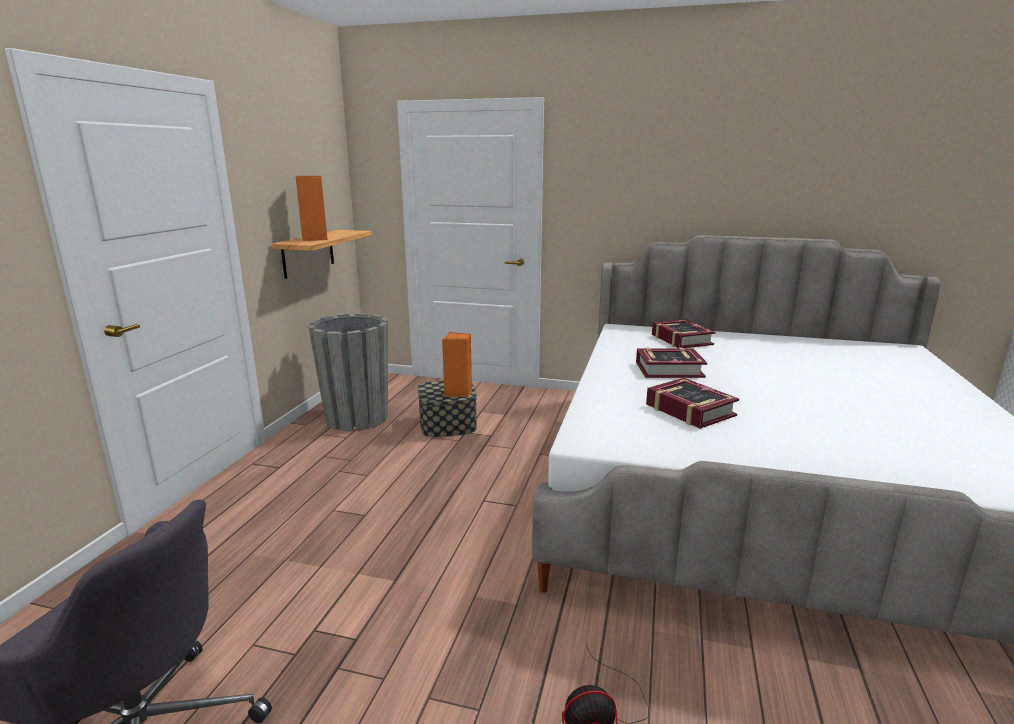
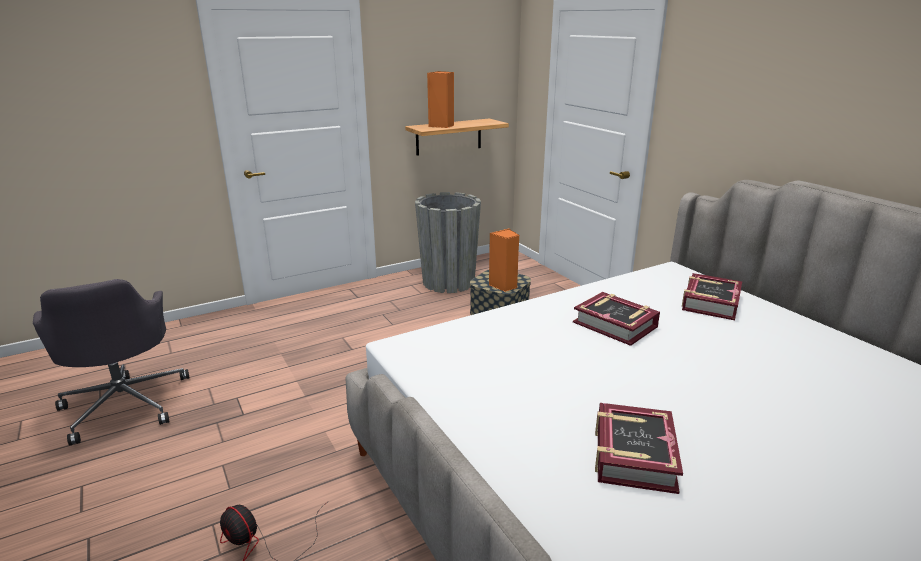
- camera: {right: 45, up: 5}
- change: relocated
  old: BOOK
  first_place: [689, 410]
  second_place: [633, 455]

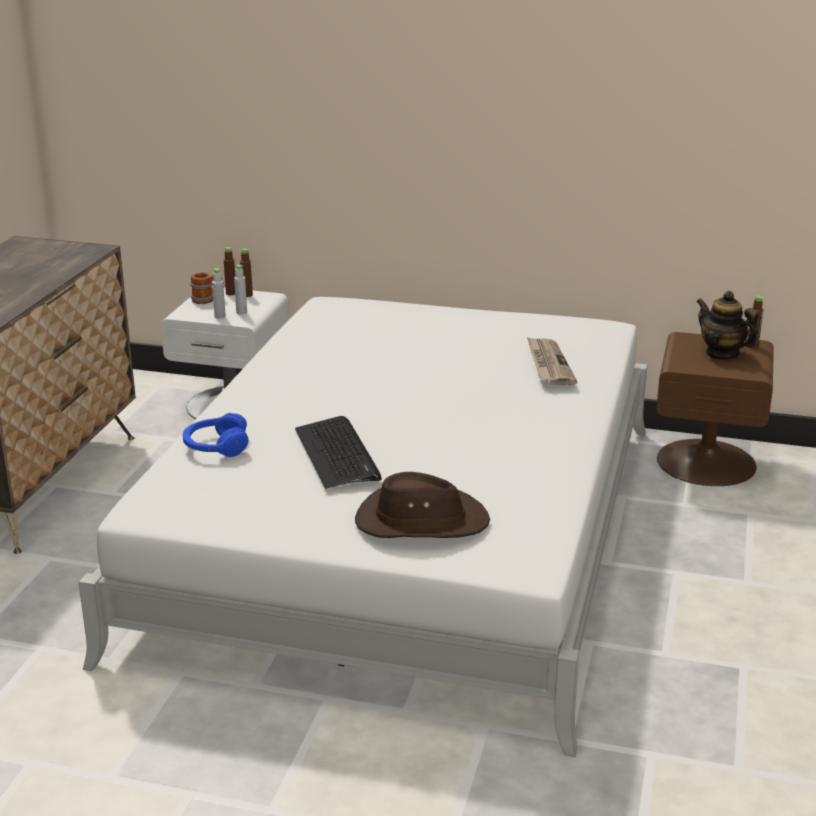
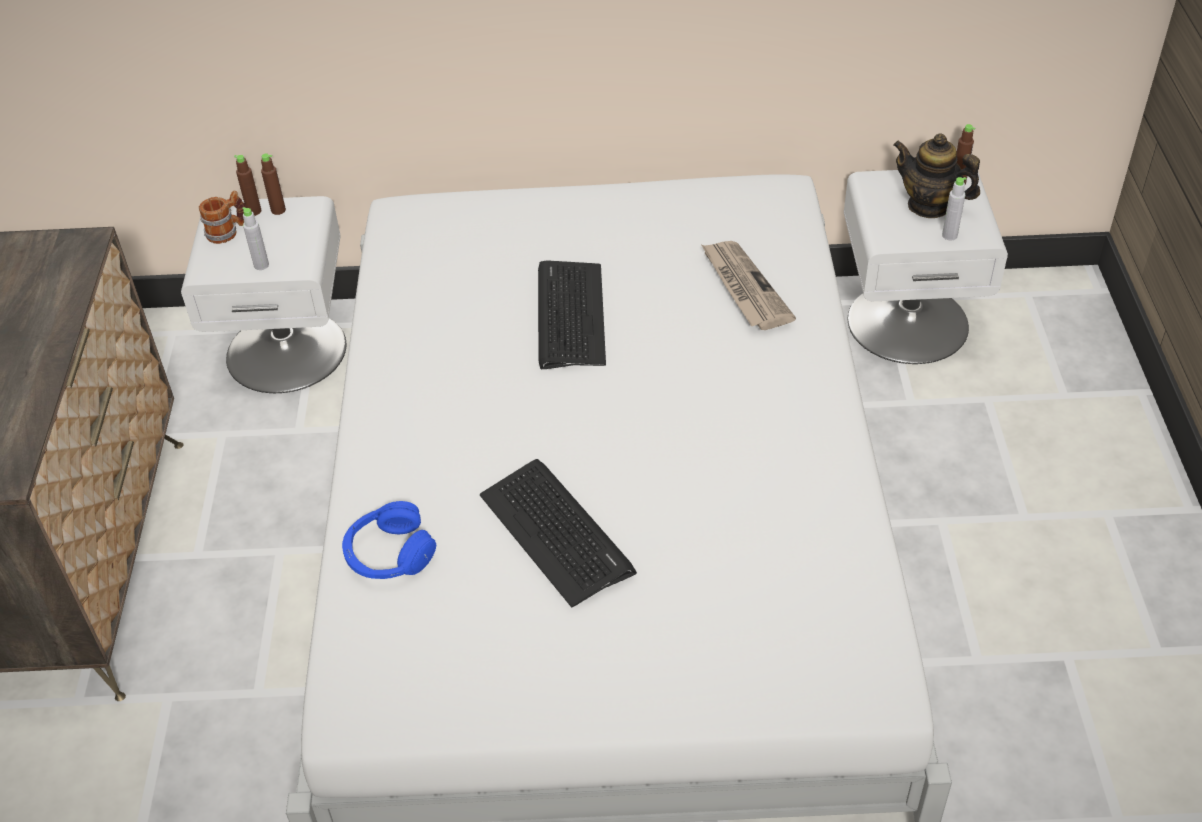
- camera: {right: -15, up: 20}
- change: missing
  old: BROWN HAT
  first_place: [420, 521]
- change: appeared
  new: KEYBOARD
  second_place: [569, 315]
- change: relocated
  old: GREY BOTTLE
  first_place: [241, 312]
  second_place: [949, 235]
- change: colour
  old: BROWN NIGHTSTAND
  new: WHITE NIGHTSTAND
  first_place: [706, 461]
  second_place: [907, 321]

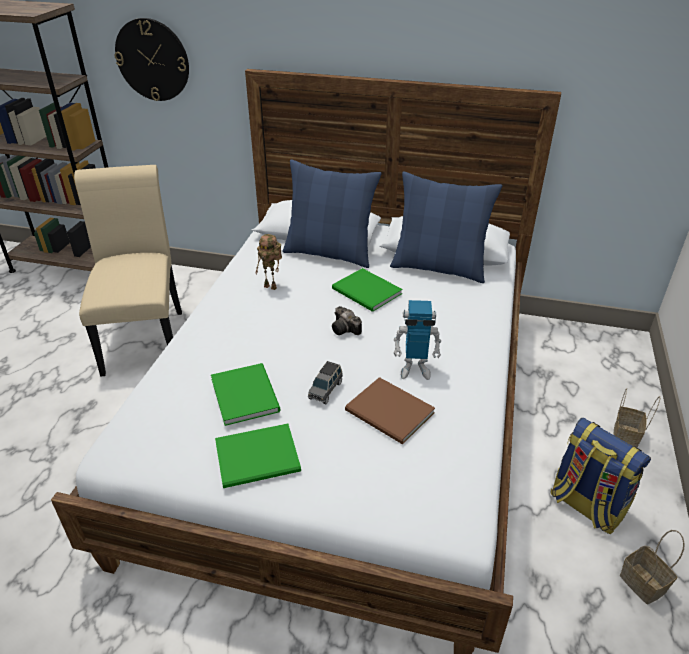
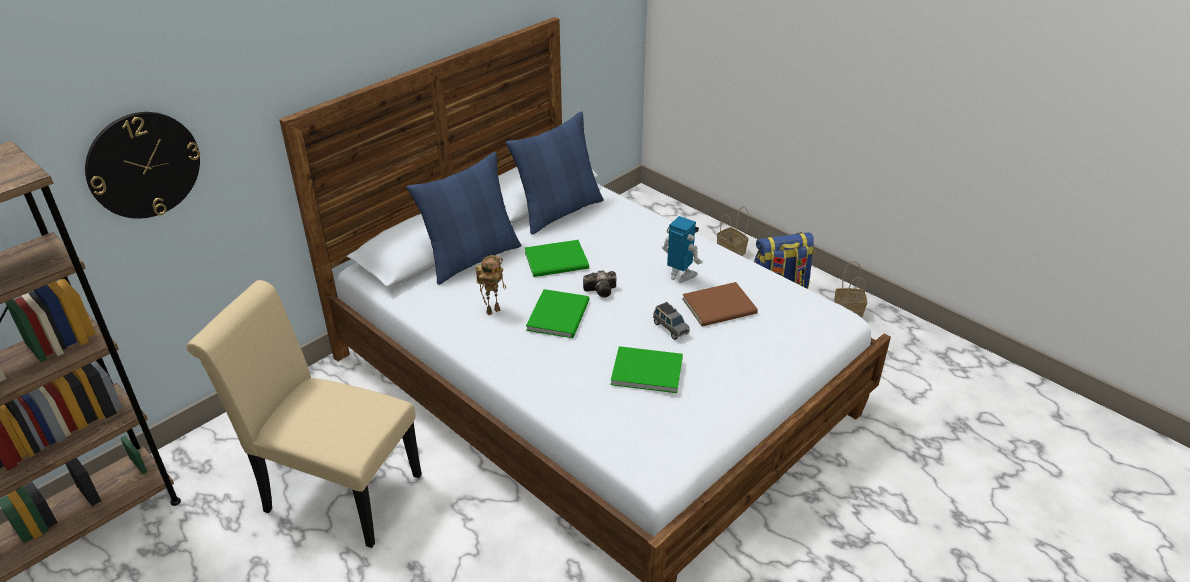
- camera: {right: -60, up: 0}
- change: relocated
  old: GREEN BOOK
  first_place: [260, 458]
  second_place: [560, 314]
- change: spun
  old: TOY ROBOT
  first_place: [415, 369]
  second_place: [680, 276]
  degrees: -90

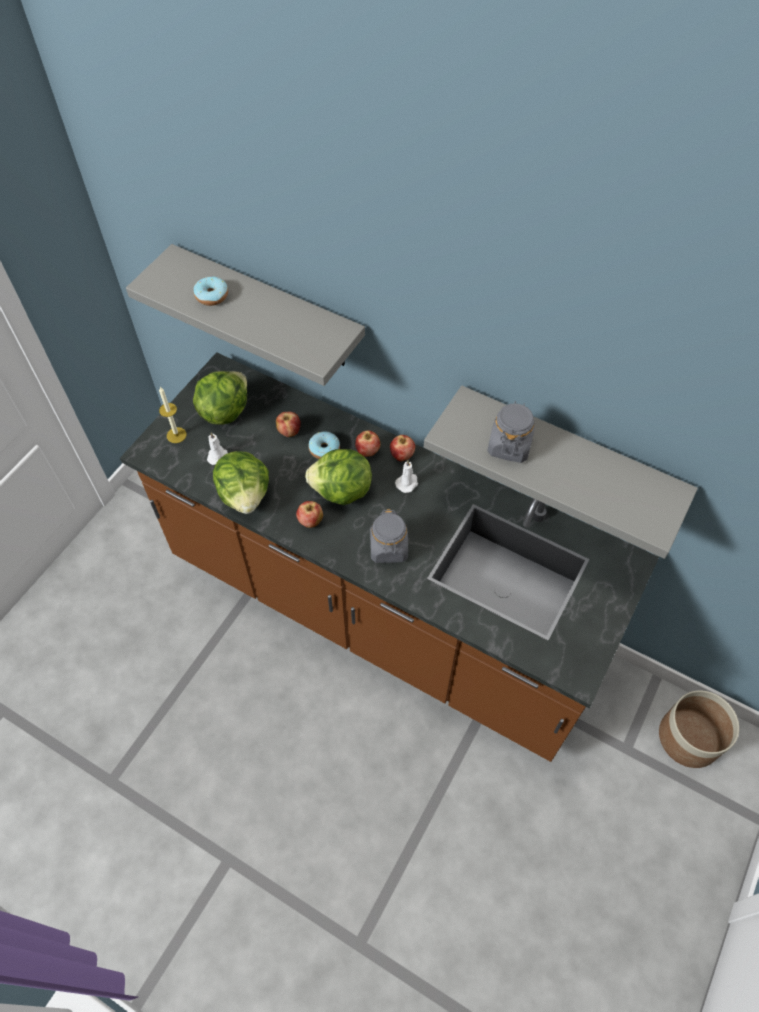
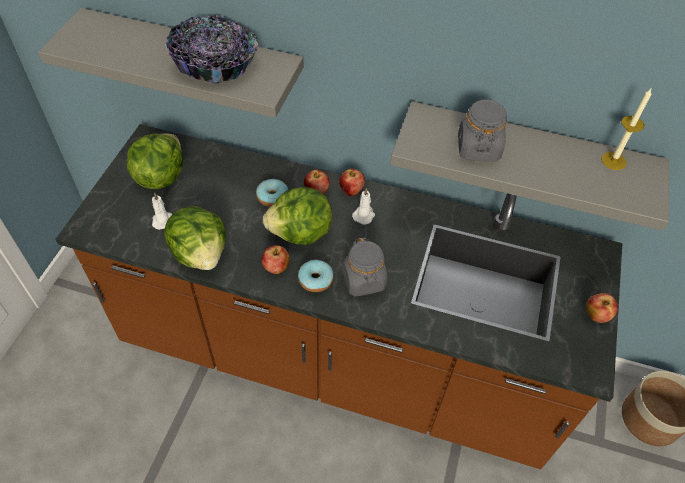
- camera: {right: -15, up: -5}
- change: appeared
  new: BOWL
  second_place: [214, 65]
- change: relocated
  old: CANDLE
  first_place: [176, 435]
  second_place: [613, 161]
- change: relocated
  old: DONUT
  first_place: [212, 296]
  second_place: [315, 280]
- change: relocated
  old: APPLE
  first_place: [289, 431]
  second_place: [596, 315]

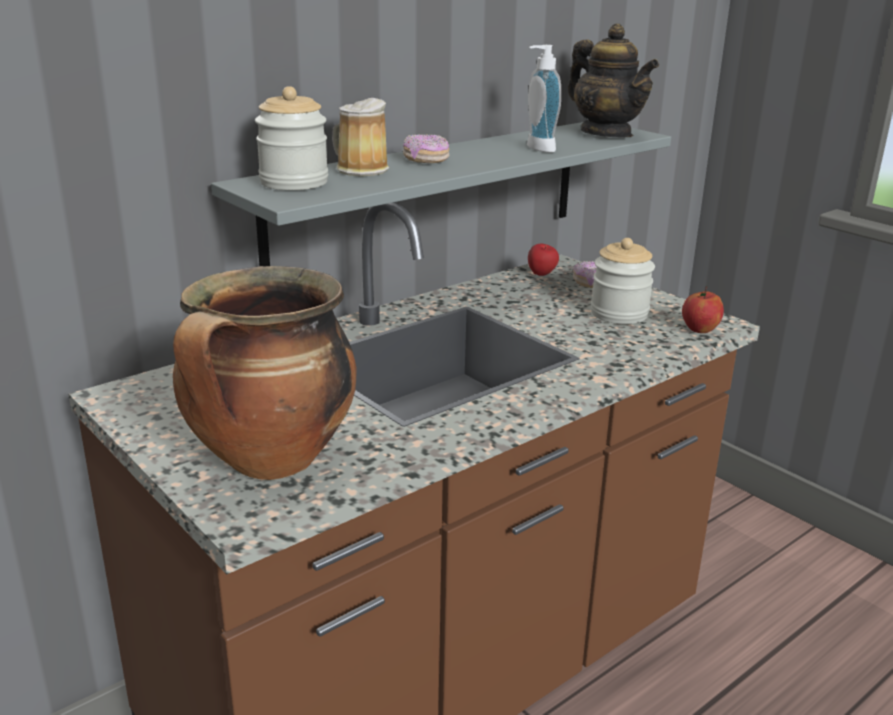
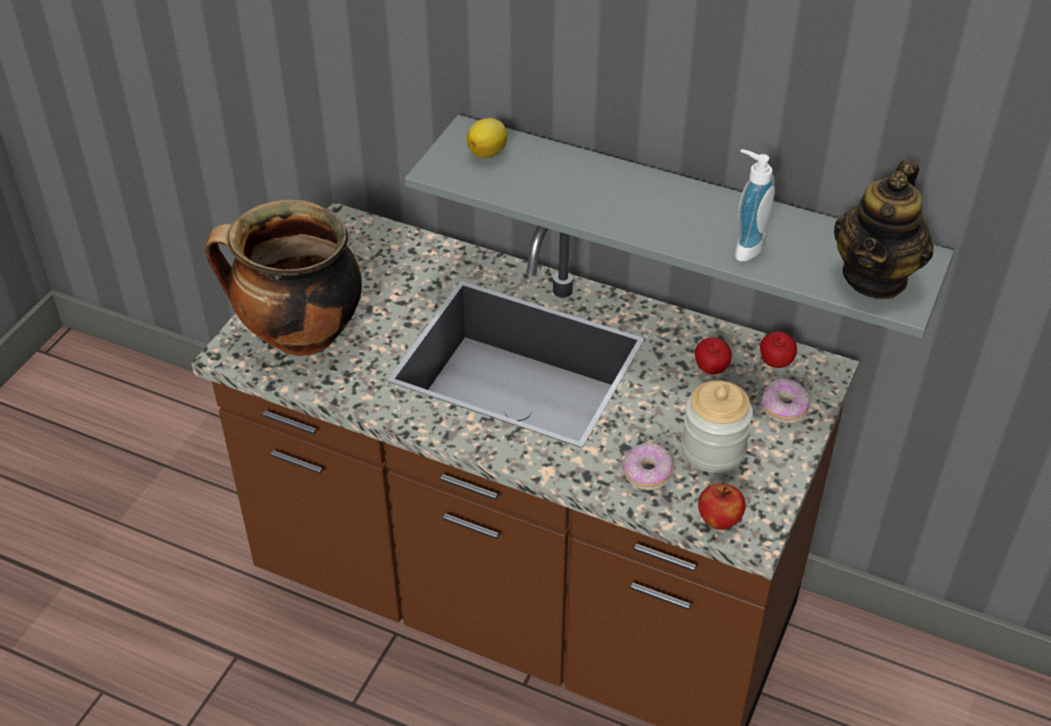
- camera: {right: 65, up: 20}
- change: missing
  old: MUG
  first_place: [359, 169]
- change: appeared
  new: APPLE
  second_place: [710, 371]
- change: relocated
  old: DONUT
  first_place: [425, 160]
  second_place: [646, 474]
- change: exchanged
  old: JAR
  new: LEMON
  first_place: [294, 182]
  second_place: [488, 152]

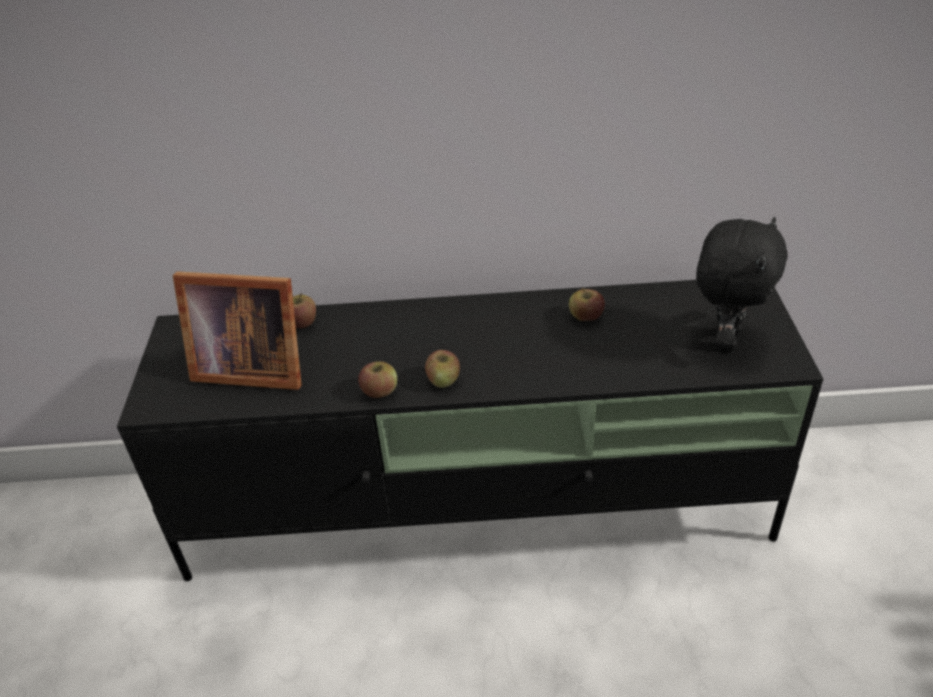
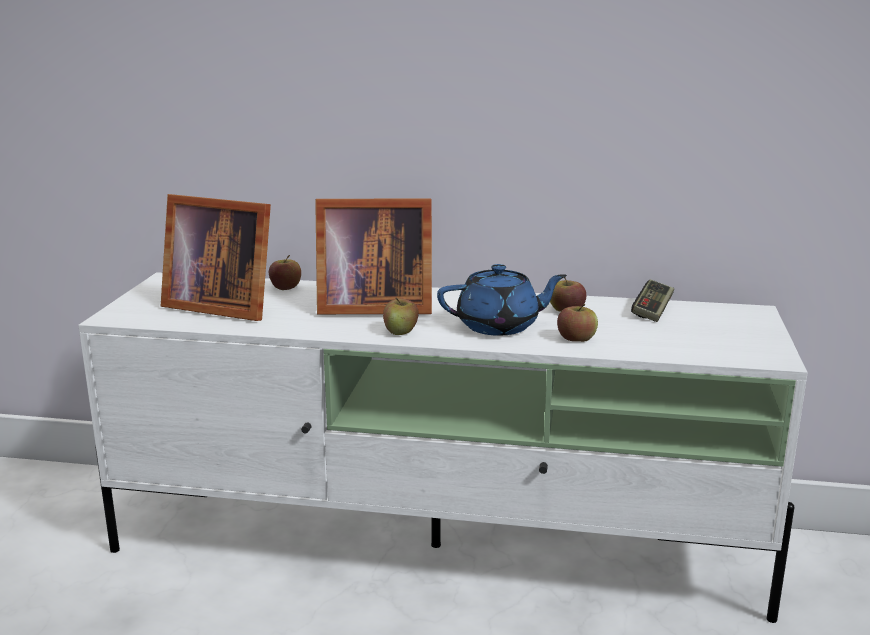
- camera: {right: 10, up: -20}
- change: missing
  old: BLACK PLUSH TOY
  first_place: [725, 339]
- change: appeared
  new: PICTURE FRAME
  second_place: [371, 306]
- change: appeared
  new: BLUE TEAPOT
  second_place: [499, 326]
- change: appeared
  new: GAME CONTROLLER
  second_place: [652, 311]
- change: relocated
  old: APPLE
  first_place: [379, 391]
  second_place: [576, 338]
- change: colour
  old: BLACK TV STAND
  new: WHITE TV STAND
  first_place: [481, 512]
  second_place: [439, 546]

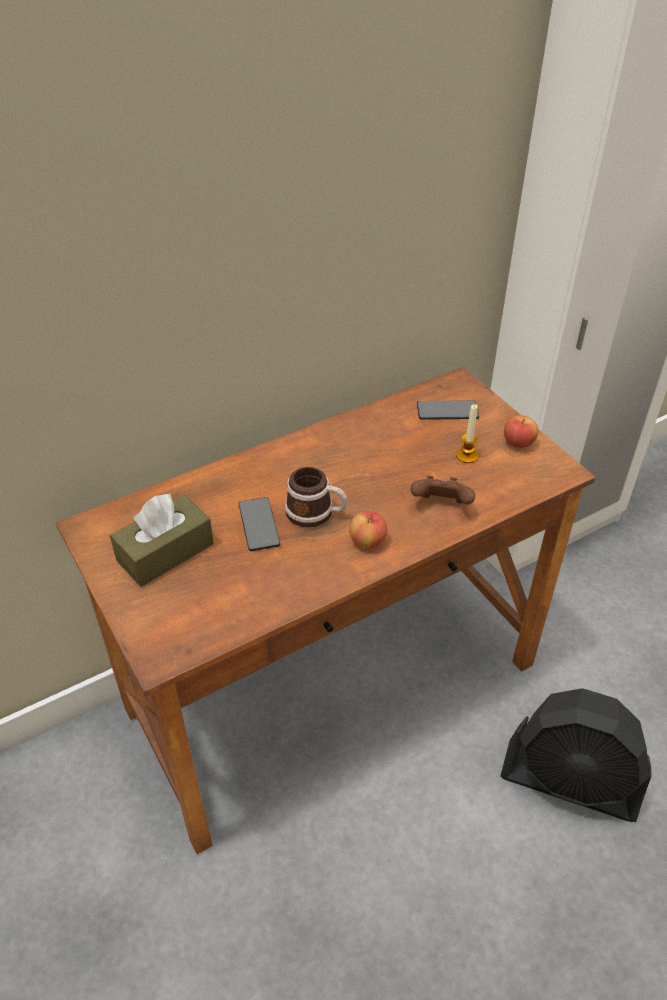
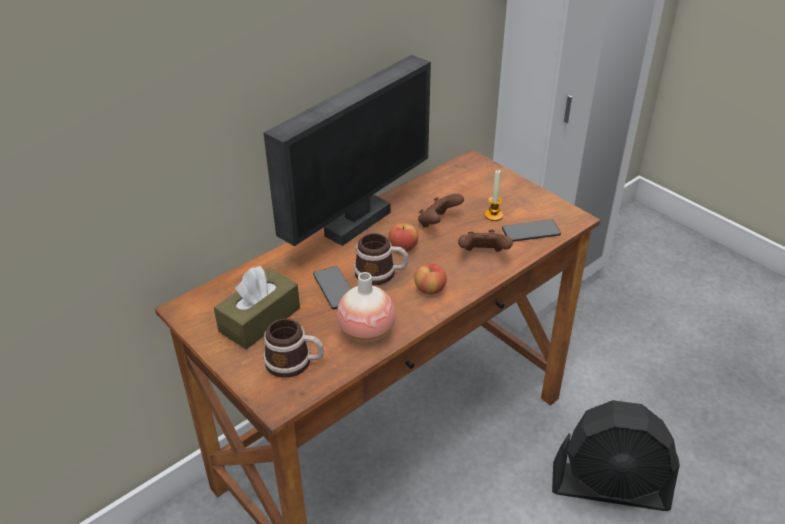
- camera: {right: -10, up: -5}
- change: appeared
  new: MONITOR
  second_place: [356, 223]
- change: appeared
  new: MUG
  second_place: [295, 363]
- change: appeared
  new: VASE
  second_place: [366, 332]
- change: appeared
  new: BROWN GAME CONTROLLER
  second_place: [438, 223]
- change: relocated
  old: PHONE
  first_place: [447, 411]
  second_place: [531, 232]
- change: relocated
  old: APPLE
  first_place: [518, 442]
  second_place: [403, 247]

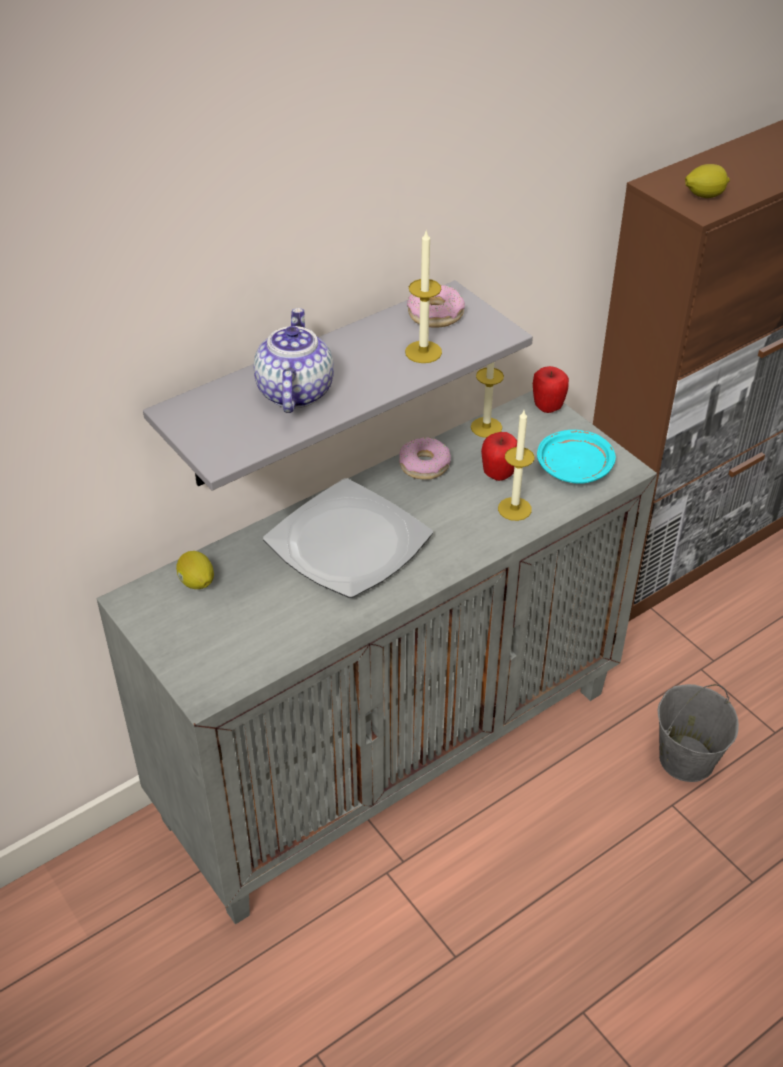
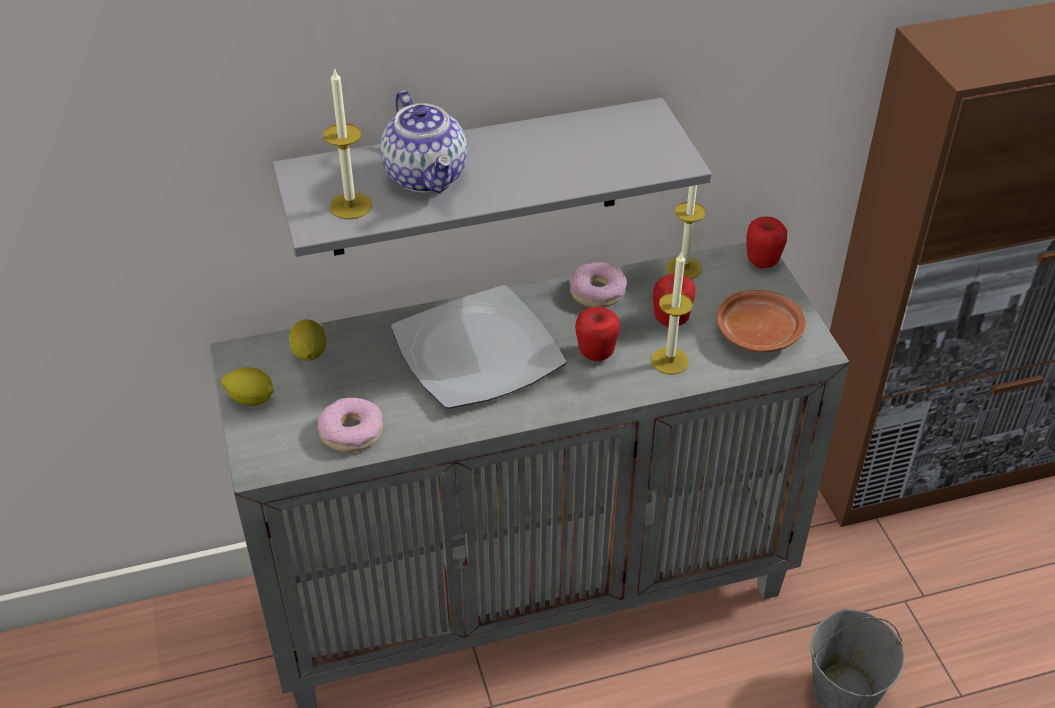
- camera: {right: 20, up: 0}
- change: appeared
  new: APPLE
  second_place: [596, 353]
- change: relocated
  old: CANDLE
  first_place: [423, 352]
  second_place: [350, 206]
- change: relocated
  old: DONUT
  first_place: [435, 314]
  second_place: [351, 432]
- change: relocated
  old: LEMON
  first_place: [704, 196]
  second_place: [251, 399]
- change: colour
  old: TURQUOISE PLATE
  new: BROWN PLATE
  first_place: [574, 467]
  second_place: [758, 332]
- change: spun
  old: TEAPOT
  first_place: [294, 392]
  second_place: [427, 176]
  degrees: 135

